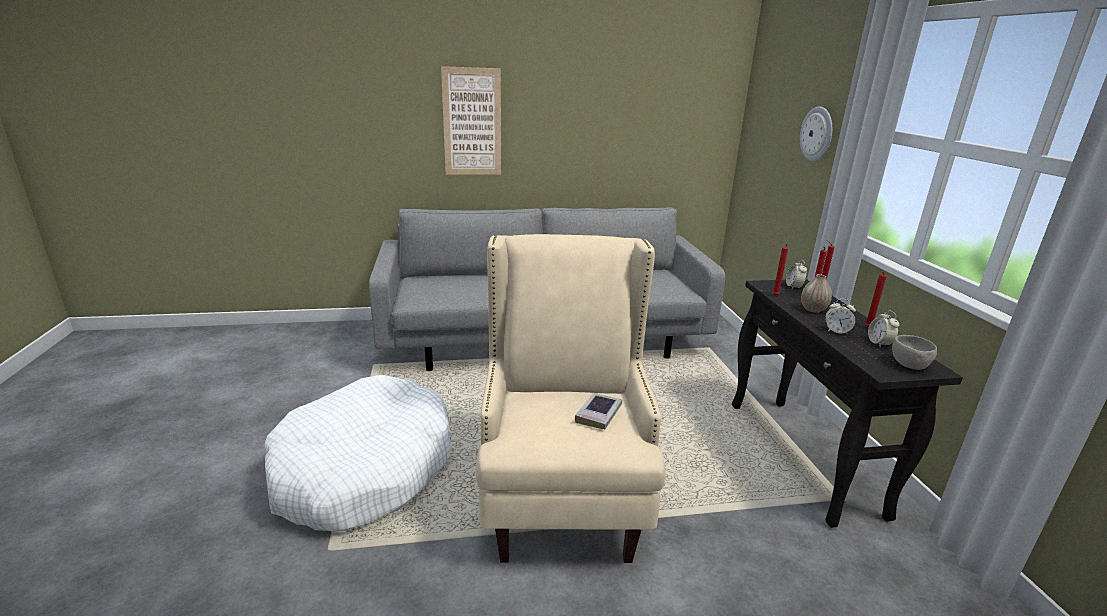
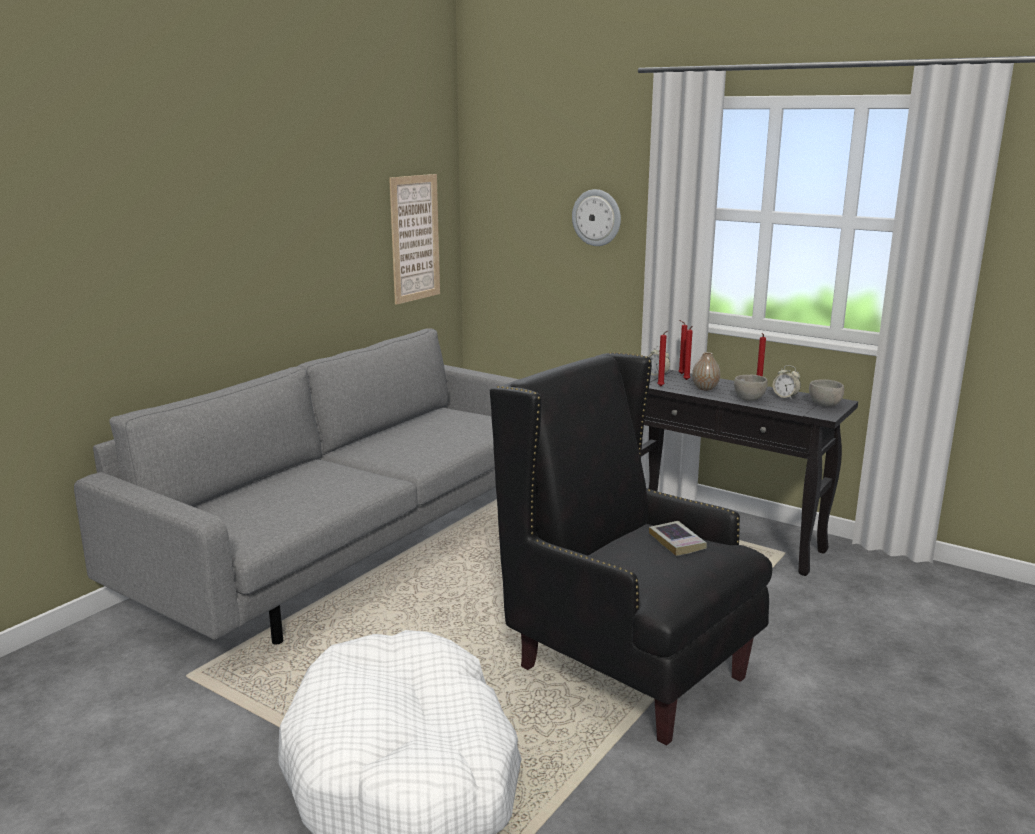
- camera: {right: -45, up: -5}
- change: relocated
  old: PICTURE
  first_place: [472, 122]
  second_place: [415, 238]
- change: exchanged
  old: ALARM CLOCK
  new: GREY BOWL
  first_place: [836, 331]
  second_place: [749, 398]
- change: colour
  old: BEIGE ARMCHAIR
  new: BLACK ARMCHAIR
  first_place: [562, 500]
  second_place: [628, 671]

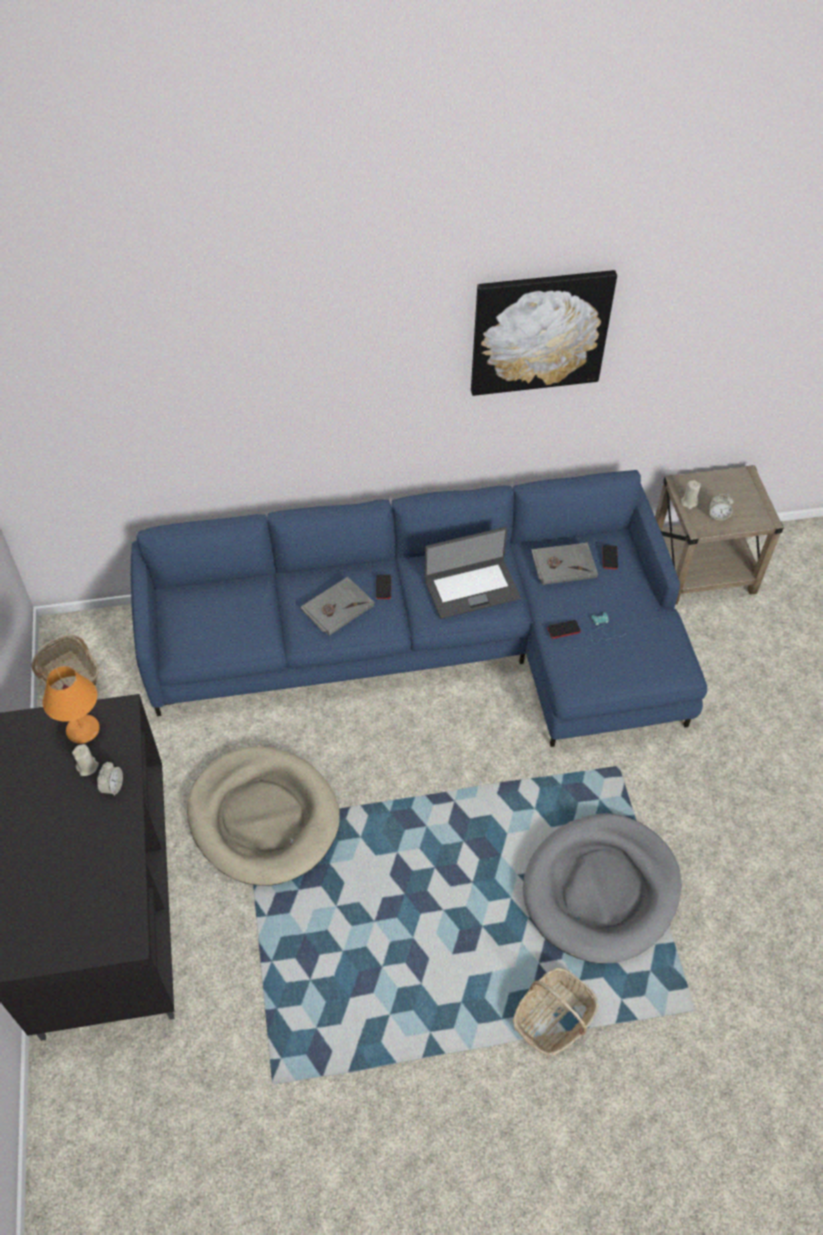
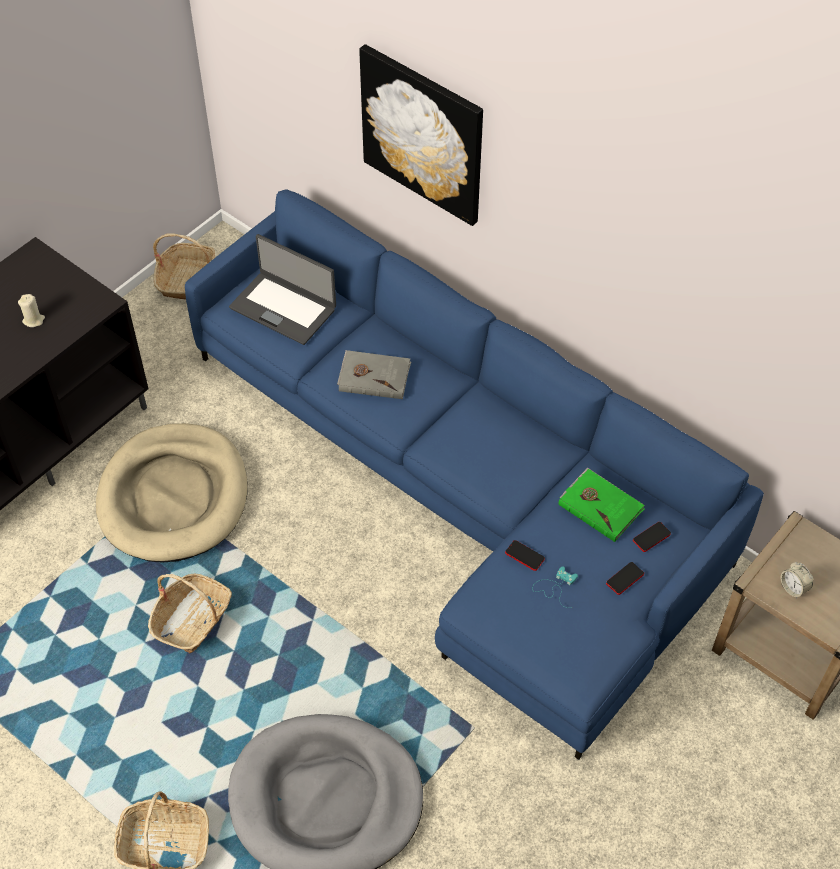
- camera: {right: 50, up: 0}
- change: missing
  old: ORANGE TABLE LAMP
  first_place: [83, 730]
- change: missing
  old: ALARM CLOCK
  first_place: [112, 787]
- change: missing
  old: BEIGE CANDLE
  first_place: [689, 502]
- change: appeared
  new: BASKET
  second_place: [192, 620]
- change: relocated
  old: PHONE
  first_place: [383, 587]
  second_place: [624, 578]
- change: relocated
  old: LAPTOP
  first_place: [471, 588]
  second_place: [283, 308]
- change: relocated
  old: PICTURE
  first_place: [539, 332]
  second_place: [423, 134]
- change: colour
  old: GREY BOOK
  new: GREEN BOOK
  first_place: [563, 565]
  second_place: [600, 506]

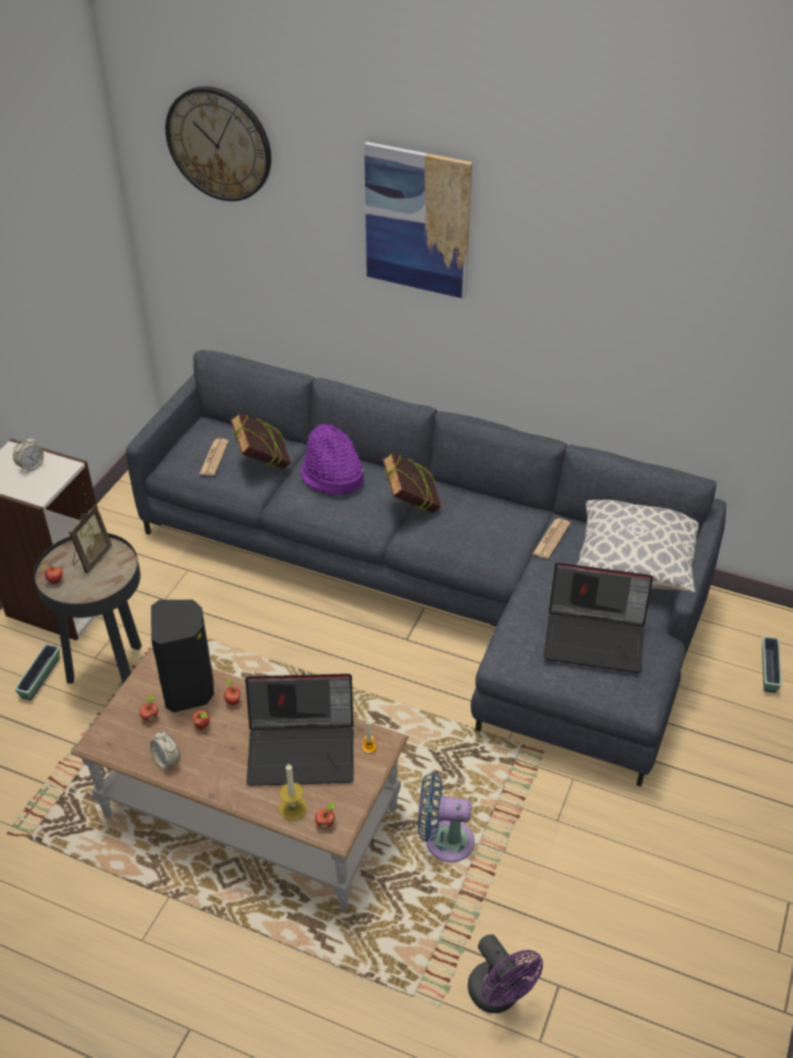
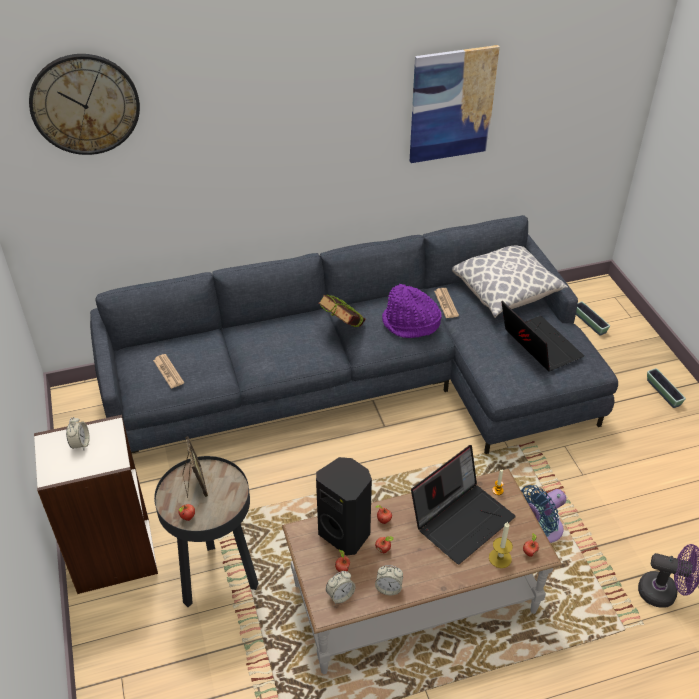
- camera: {right: -40, up: 0}
- change: missing
  old: BOOK
  first_place: [263, 464]
- change: appeared
  new: ALARM CLOCK
  second_place: [340, 595]
- change: relocated
  old: PLANTER
  first_place: [40, 678]
  second_place: [663, 393]
- change: relocated
  old: PURPLE HAT
  first_place: [331, 477]
  second_place: [410, 324]
- change: relocated
  old: PICTURE
  first_place: [417, 220]
  second_place: [452, 104]
- change: spun
  old: LAPTOP
  first_place: [596, 638]
  second_place: [537, 346]
  degrees: -90

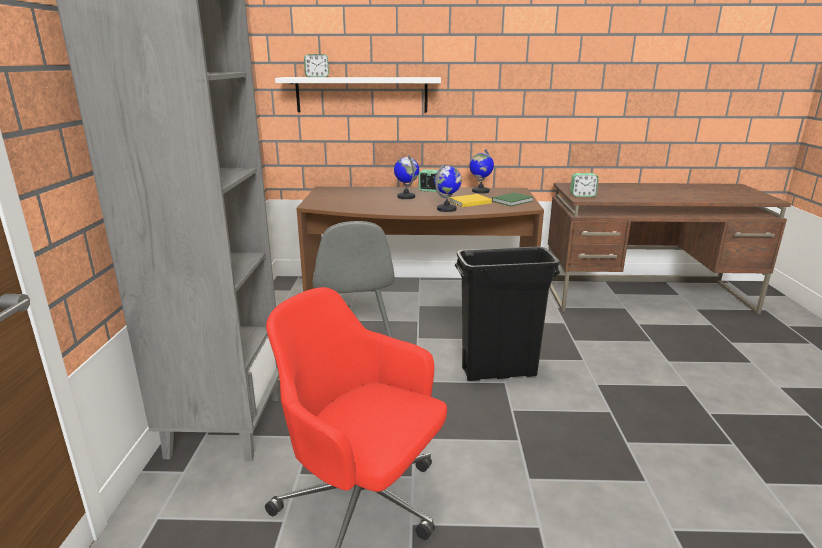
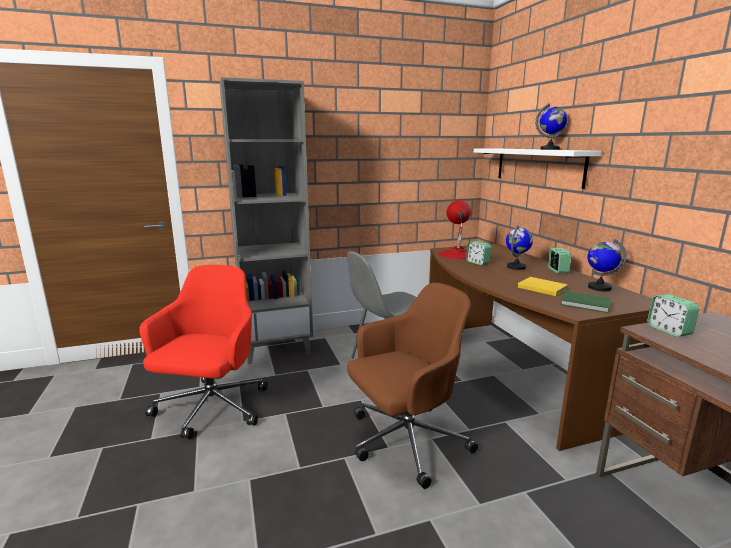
- camera: {right: 70, up: -5}
- change: appeared
  new: RED TABLE LAMP
  second_place: [458, 254]
- change: relocated
  old: ALARM CLOCK
  first_place: [317, 77]
  second_place: [477, 263]
- change: relocated
  old: GLOBE
  first_place: [447, 209]
  second_place: [550, 149]
- change: exchanged
  old: BLACK TRASH CAN
  new: BROWN OFFICE CHAIR
  first_place: [499, 372]
  second_place: [405, 441]

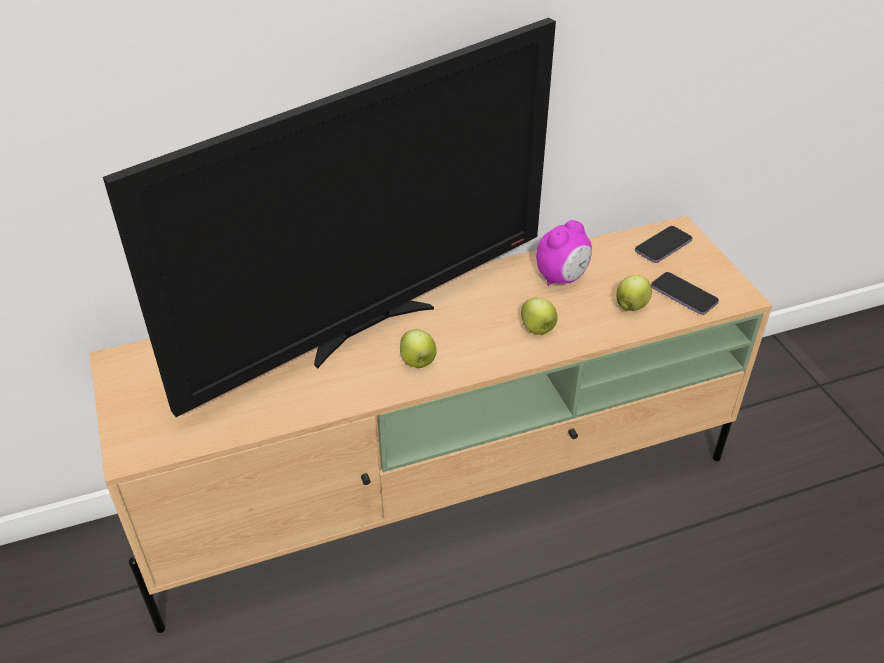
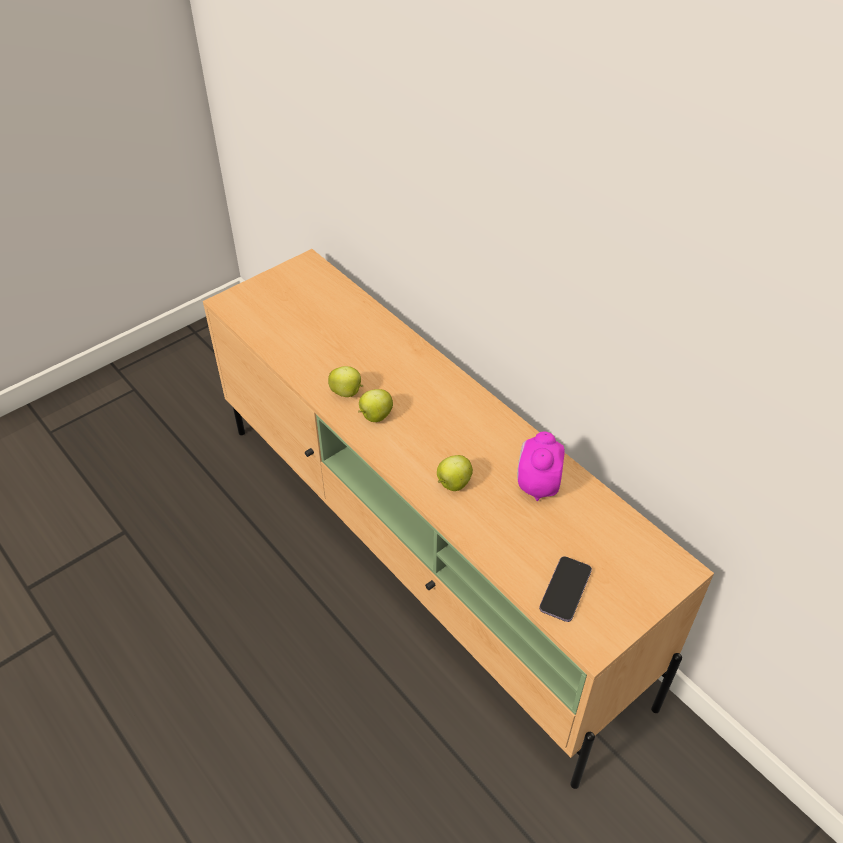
- camera: {right: 70, up: 5}
- change: missing
  old: TELEVISION
  first_place: [369, 328]
- change: missing
  old: PHONE
  first_place: [663, 246]
- change: relocated
  old: APPLE
  first_place: [631, 306]
  second_place: [347, 392]
- change: spun
  old: ALARM CLOCK
  first_place: [562, 278]
  second_place: [537, 485]
  degrees: 75

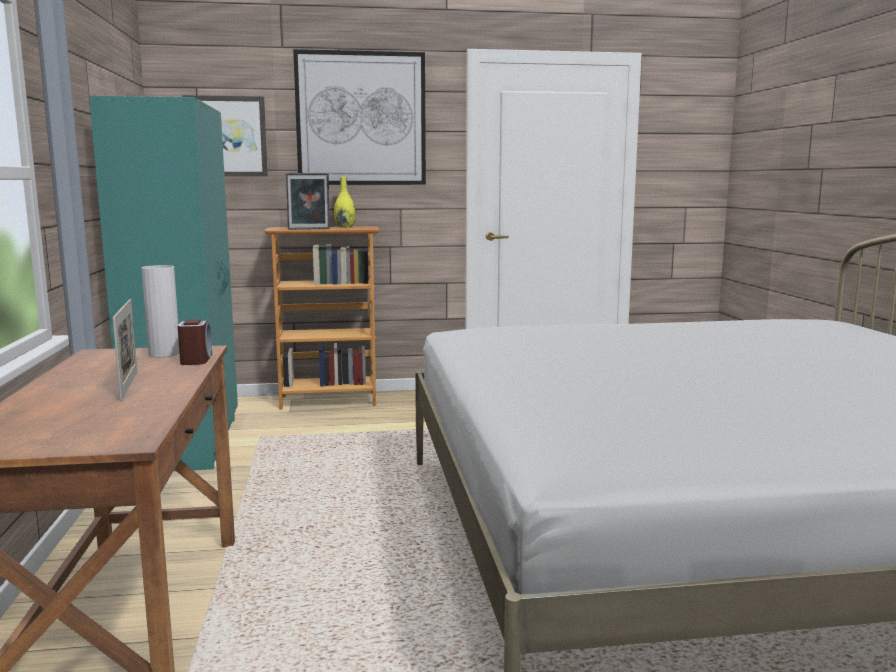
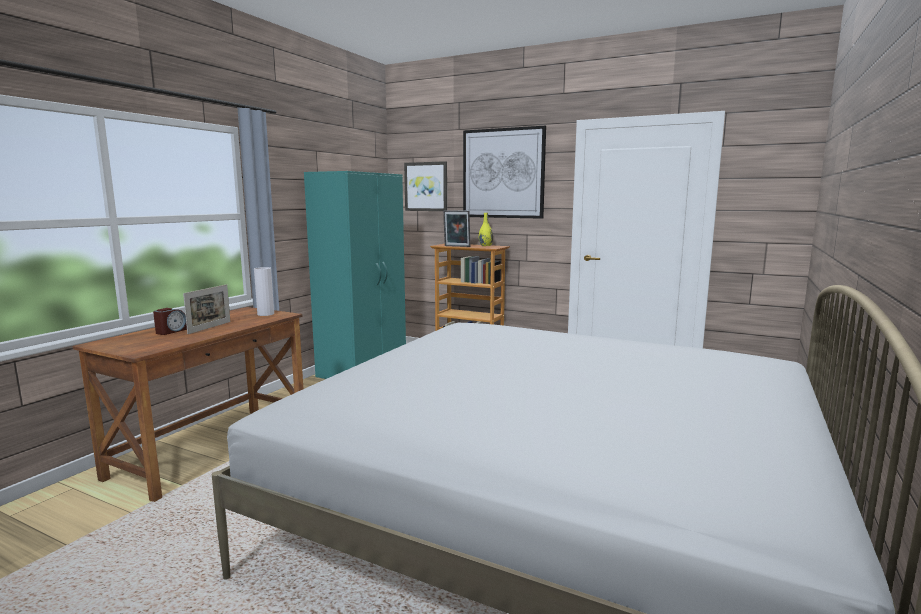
- camera: {right: 35, up: 0}
- change: relocated
  old: ALARM CLOCK
  first_place: [196, 359]
  second_place: [171, 331]

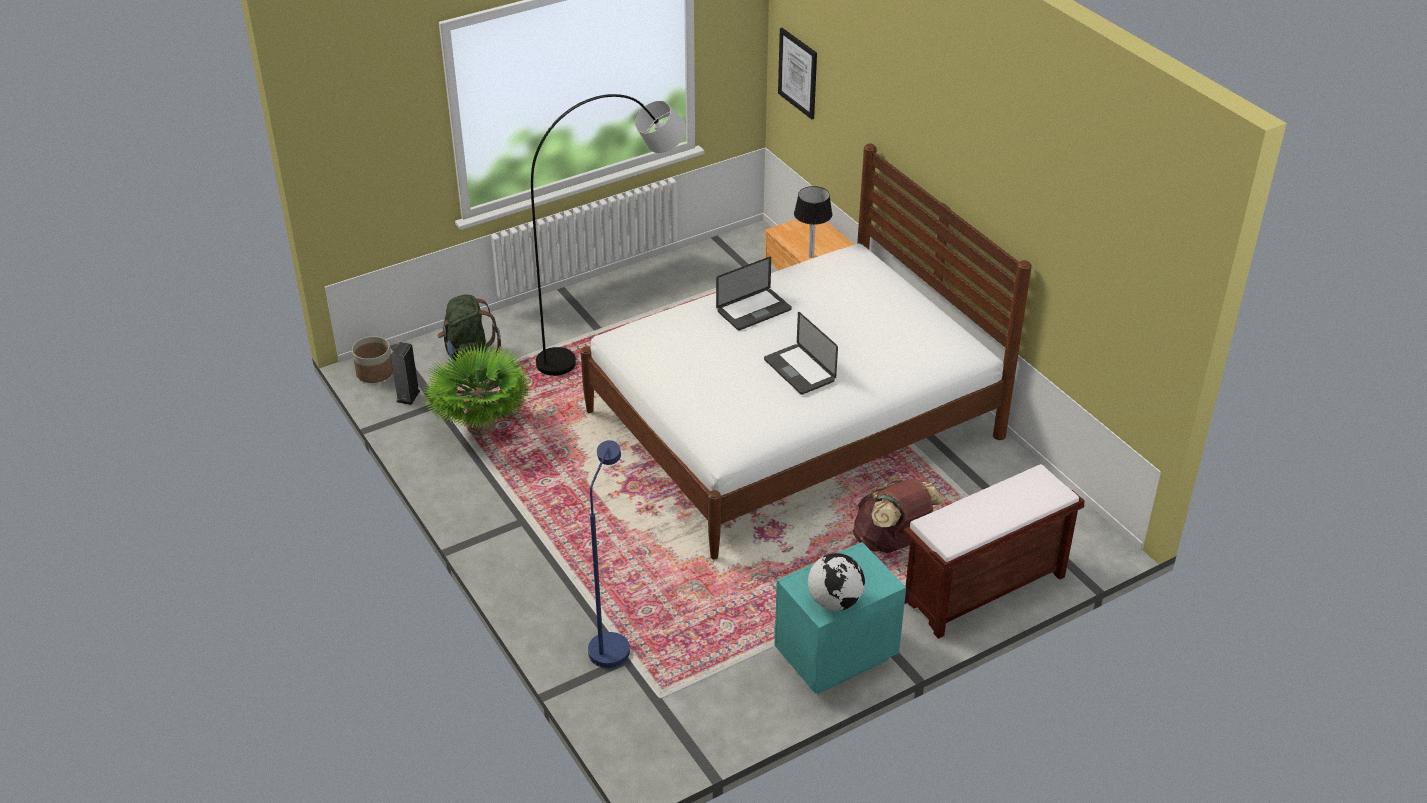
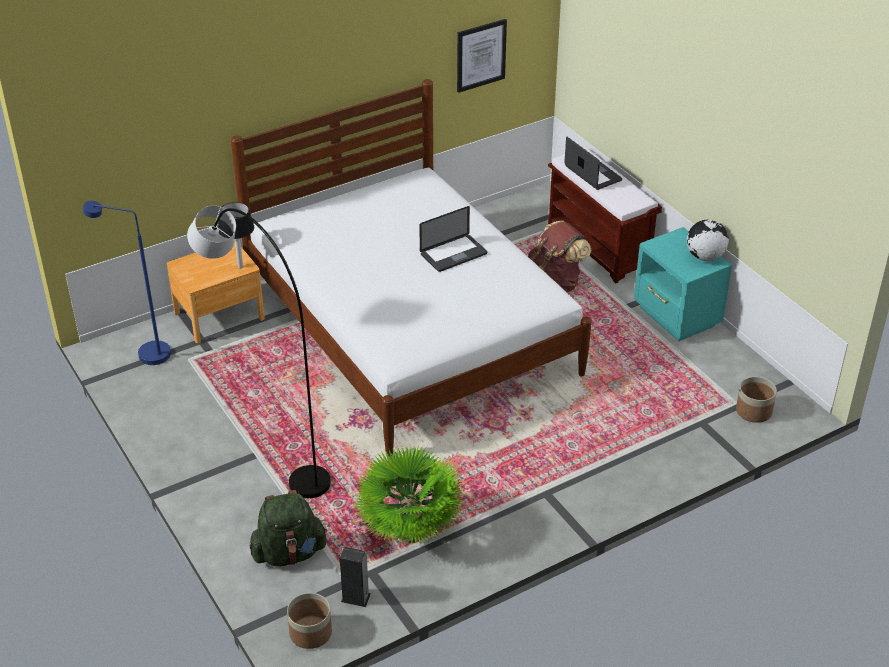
- camera: {right: -90, up: 0}
- change: appeared
  new: PLANTER
  second_place: [754, 411]
- change: relocated
  old: BLUE FLOOR LAMP
  first_place: [611, 643]
  second_place: [145, 354]
- change: relocated
  old: LAPTOP
  first_place: [754, 310]
  second_place: [593, 173]
- change: relocated
  old: PICTURE
  first_place: [798, 73]
  second_place: [481, 55]

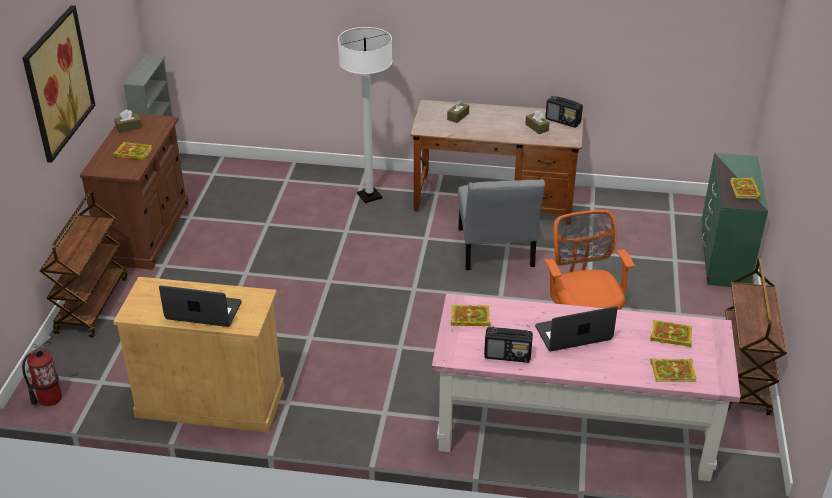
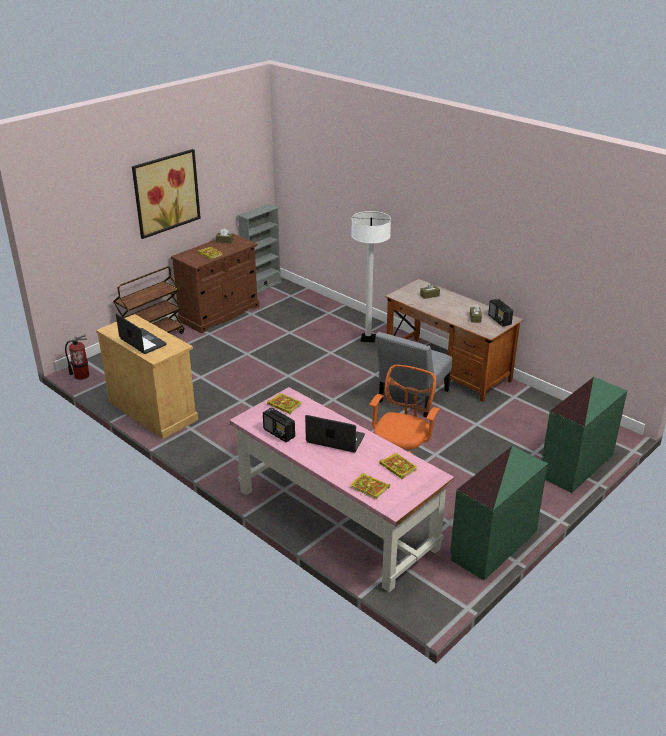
- camera: {right: 35, up: -5}
- change: missing
  old: BOOK
  first_place: [745, 190]
- change: exchanged
  old: BROWN CART
  new: GREEN DRESSER
  first_place: [743, 378]
  second_place: [492, 545]

